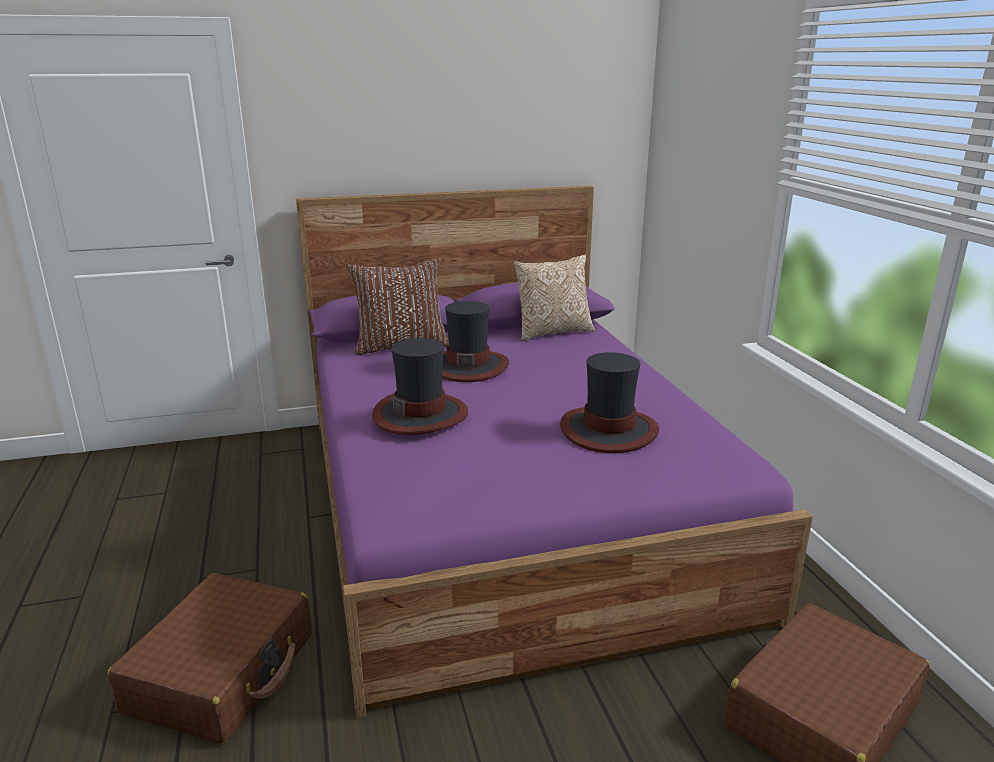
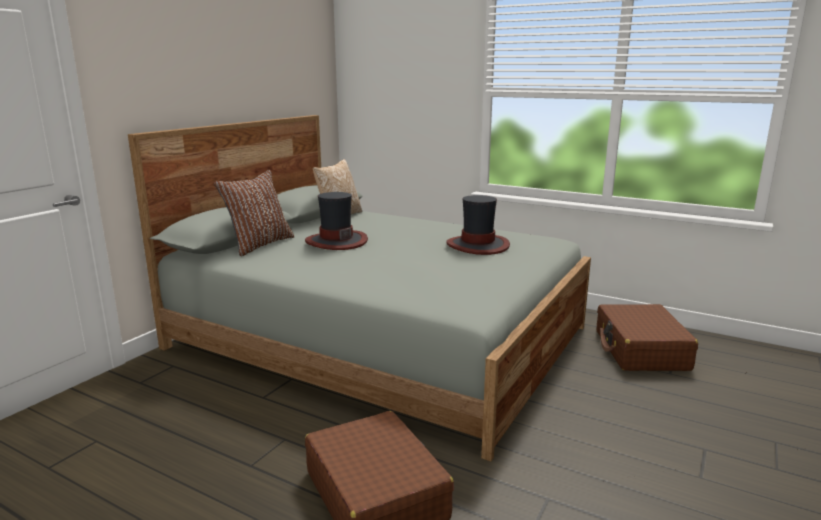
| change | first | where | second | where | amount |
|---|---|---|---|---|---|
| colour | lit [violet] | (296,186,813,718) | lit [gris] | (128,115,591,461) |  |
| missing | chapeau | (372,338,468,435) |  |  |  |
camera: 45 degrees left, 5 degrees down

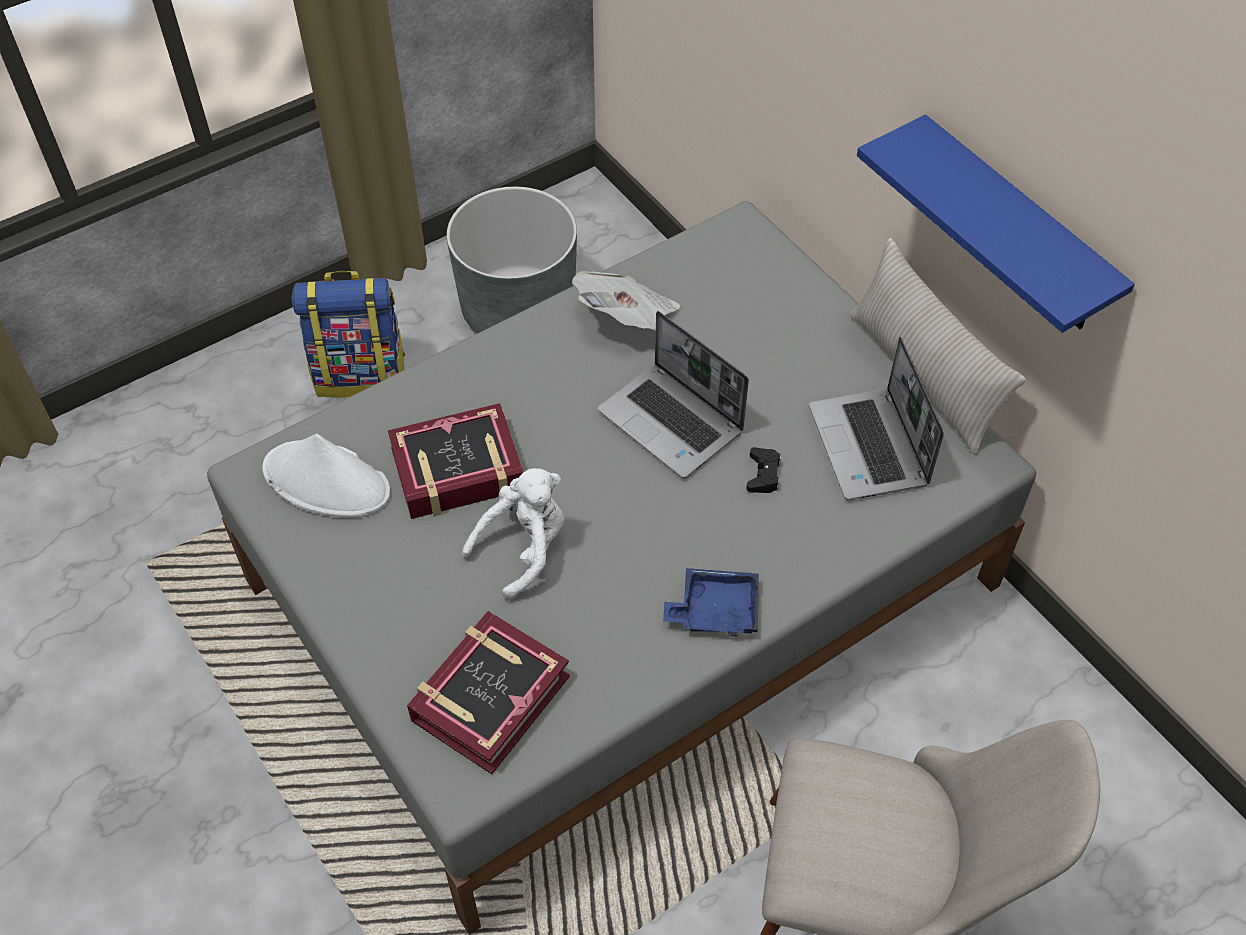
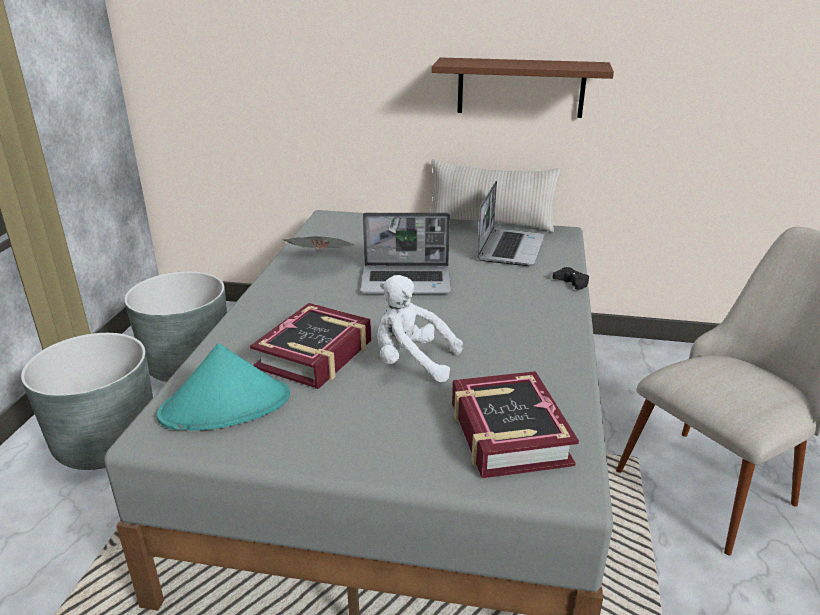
| change | first | where | second | where | amount |
|---|---|---|---|---|---|
| exchanged | sac à dos | (292,271,406,398) | cache-pot [gris] | (21,333,153,470) |  |
| colour | chapeau [blanc] | (262,434,390,518) | chapeau [turquoise] | (157,343,290,431) |  |
| spun | peluche [blanc] | (462,468,564,600) |  | (377,275,463,382) | 75 degrees counterclockwise |
| colour | étagère [bleu] | (857,114,1135,333) | étagère [marron] | (432,57,614,118) |  |
| spun | ordinateur portable | (809,337,944,500) |  | (477,181,545,266) | 105 degrees counterclockwise |
| relocated | manette [noir] | (746,447,781,493) |  | (552,267,589,290) |  |
| missing | plateau [bleu] | (663,568,759,636) |  |  |  |
camera: 45 degrees left, 25 degrees down

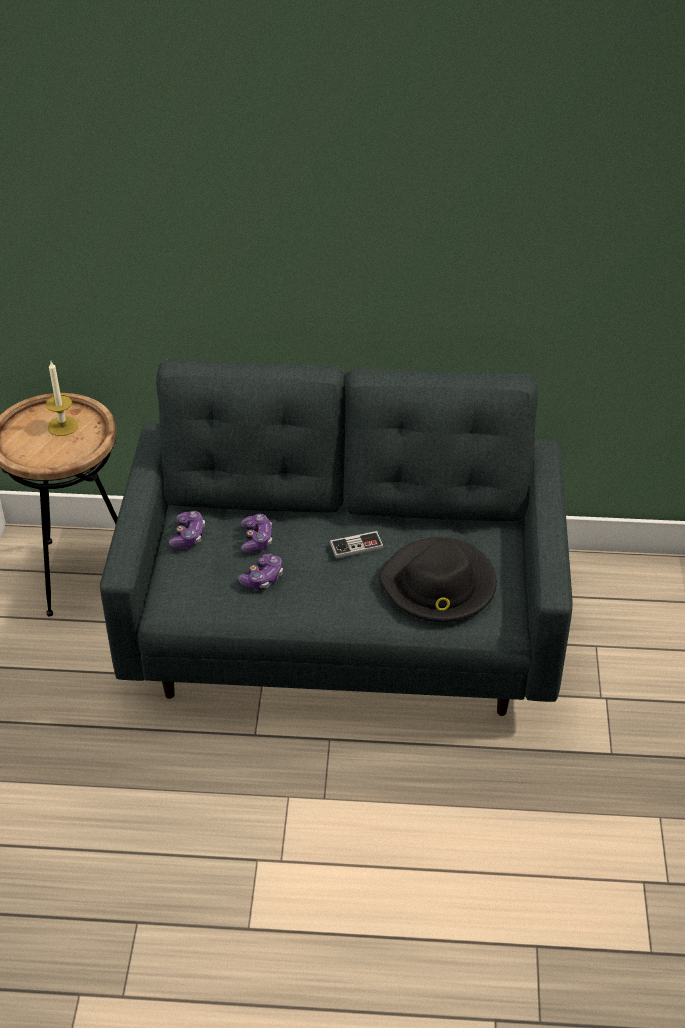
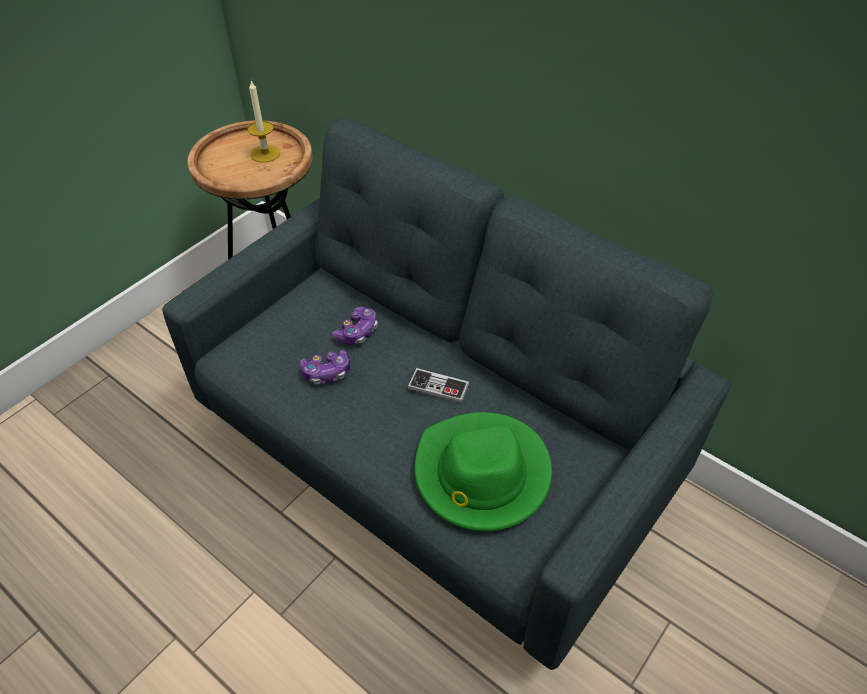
| change | first | where | second | where | amount |
|---|---|---|---|---|---|
| colour | chapeau [noir] | (379,537,497,622) | chapeau [vert] | (414,412,552,531) |  |
| missing | manette | (169,511,205,548) |  |  |  |
camera: 35 degrees right, 5 degrees up

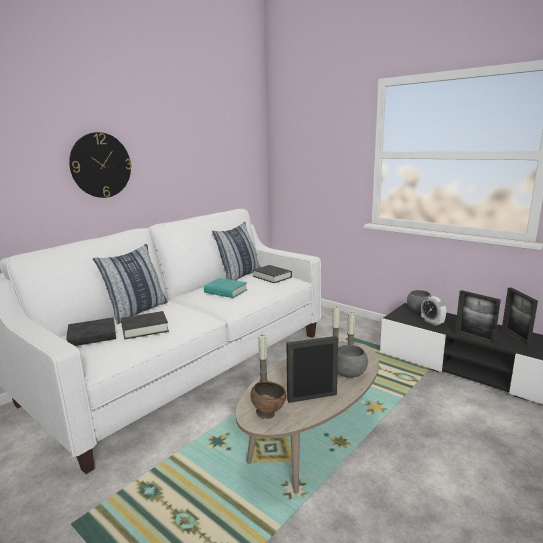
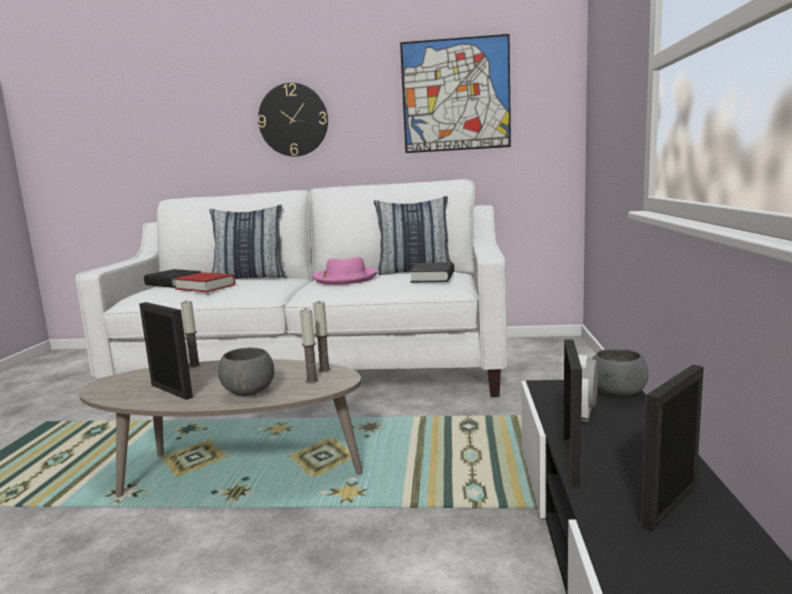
| change | first | where | second | where | amount |
|---|---|---|---|---|---|
| colour | livre [noir] | (121,311,169,339) | livre [rouge] | (174,272,235,292) |  |
| exchanged | livre [turquoise] | (204,278,247,298) | chapeau [rose] | (313,257,378,285) |  |
| appeared |  |  | tableau | (400,34,511,153) |  |
| missing | bol [marron] | (251,381,286,419) |  |  |  |
camera: 55 degrees right, 5 degrees down

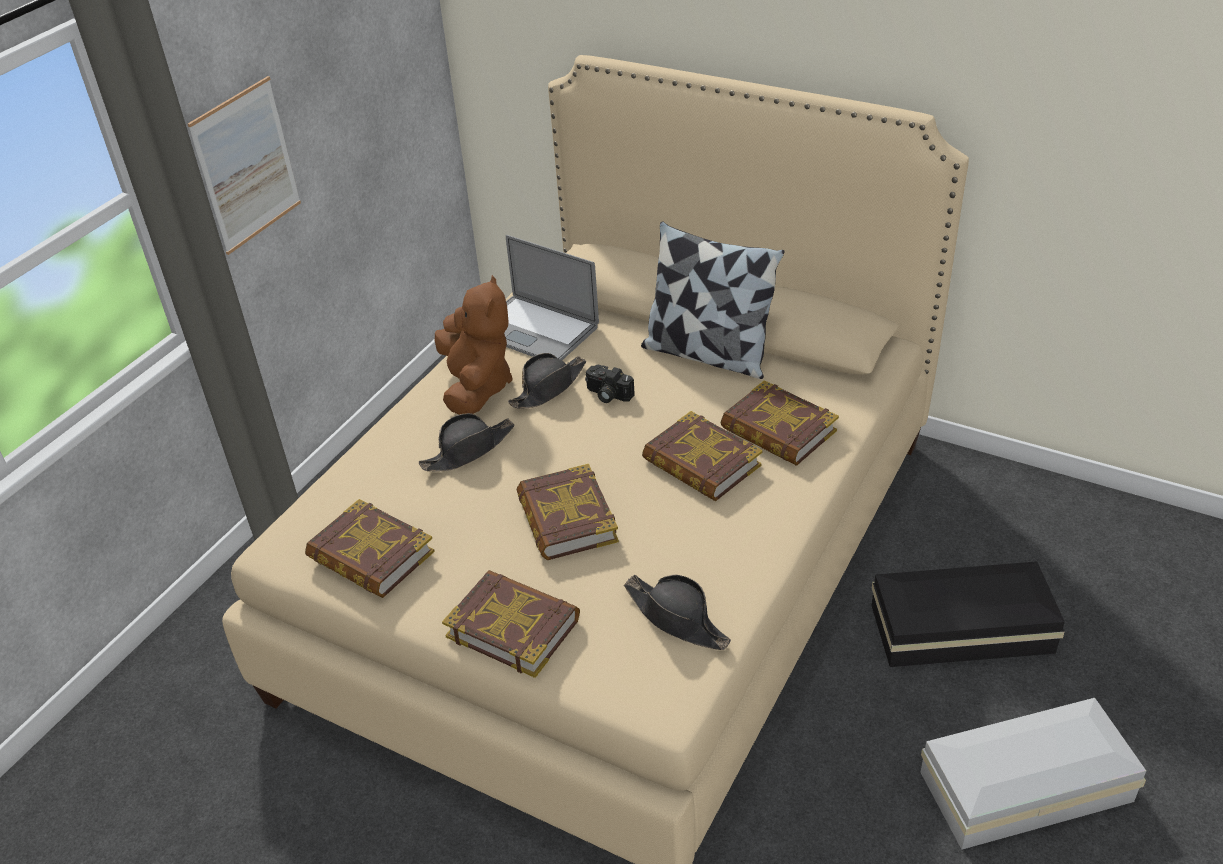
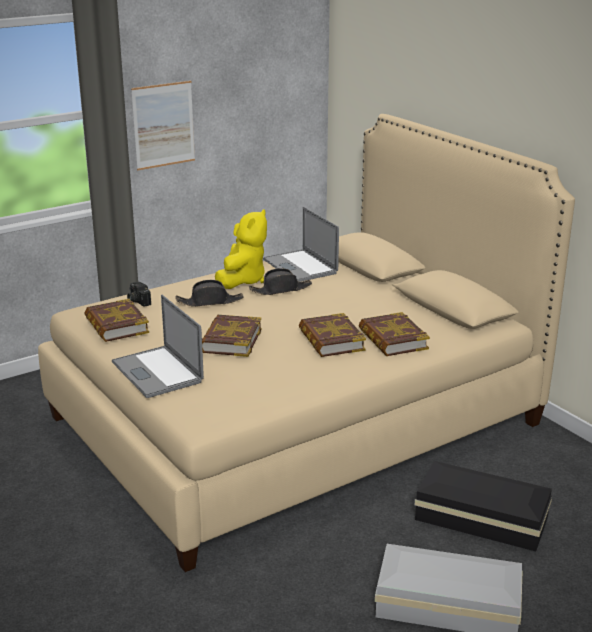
| change | first | where | second | where | amount |
|---|---|---|---|---|---|
| exchanged | livre | (442,570,580,678) | ordinateur portable | (112,295,204,398) |  |
| relocated | appareil photo | (585,365,635,403) |  | (127,282,151,307) |  |
| colour | peluche [marron] | (435,275,513,415) | peluche [jaune] | (215,209,267,289) |  |
| missing | chapeau [noir] | (624,574,731,650) |  |  |  |
| missing | coussin | (641,221,785,379) |  |  |  |
camera: 25 degrees right, 15 degrees down

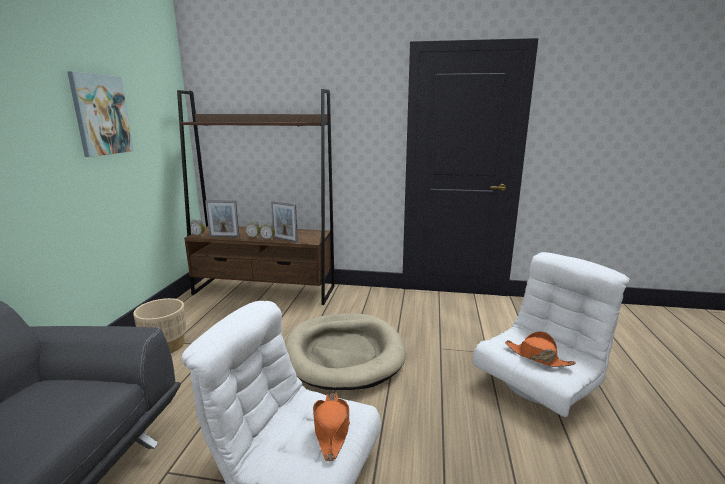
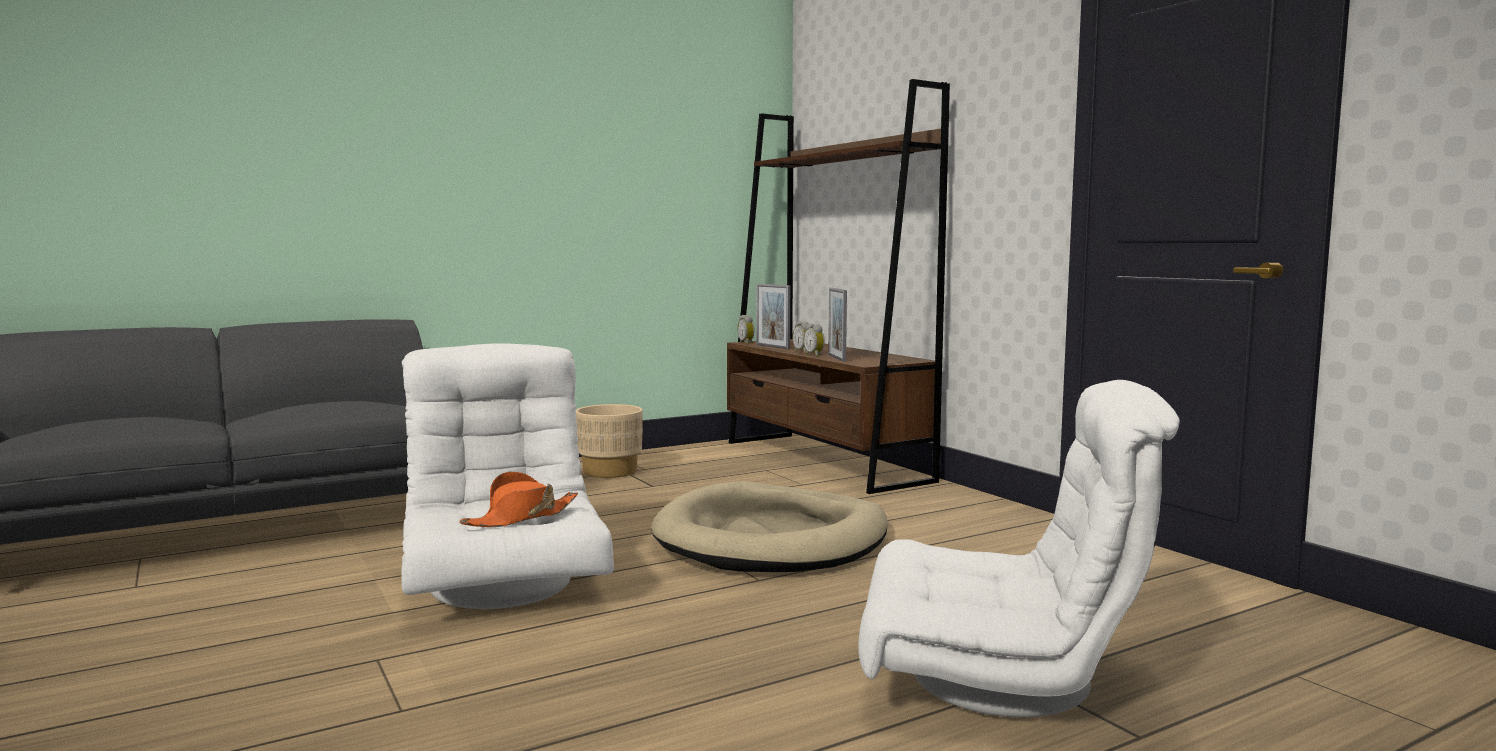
| change | first | where | second | where | amount |
|---|---|---|---|---|---|
| missing | tableau | (67,71,134,157) |  |  |  |
| missing | chapeau [orange] | (505,331,576,367) |  |  |  |
camera: 50 degrees right, 10 degrees down

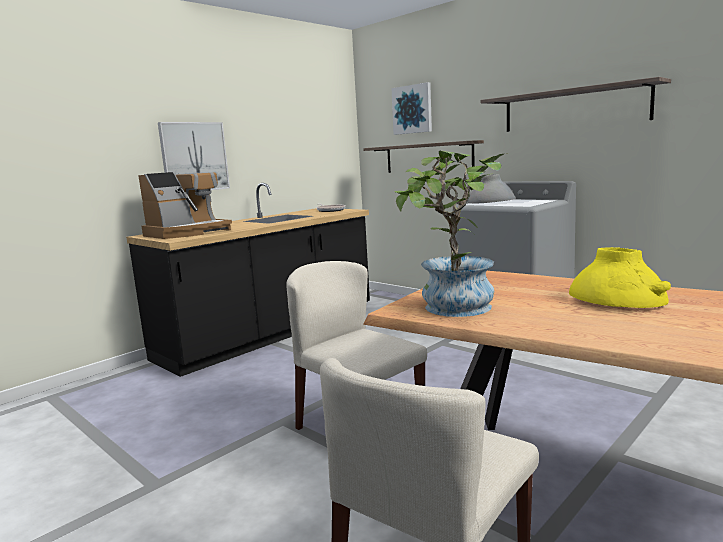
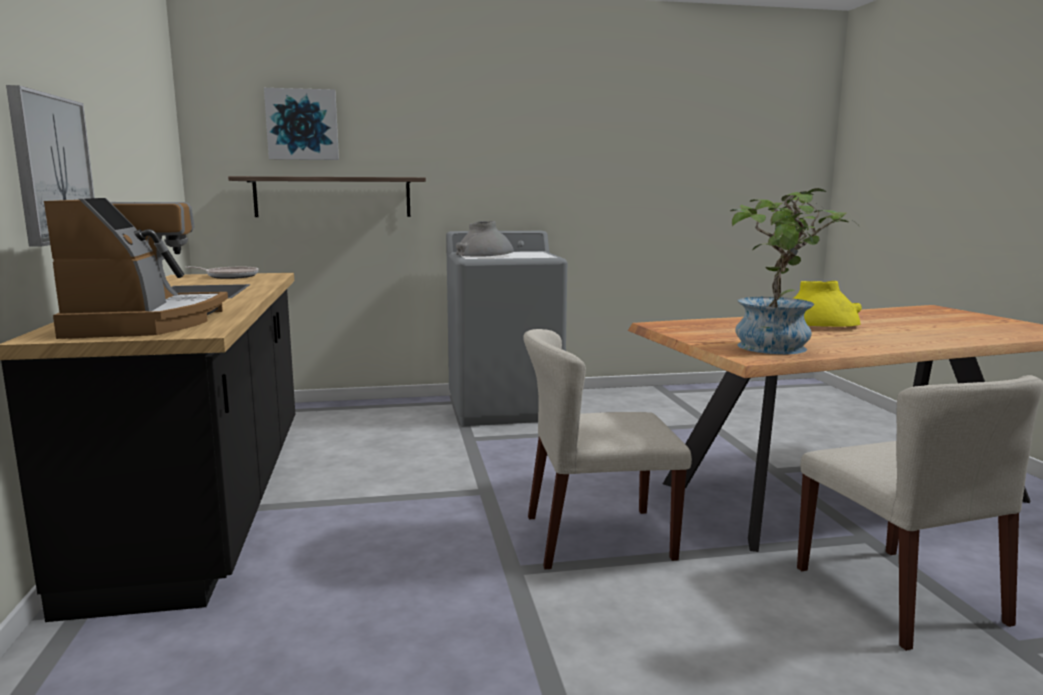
| change | first | where | second | where | amount |
|---|---|---|---|---|---|
| missing | étagère | (480,77,671,132) |  |  |  |
camera: 55 degrees left, 0 degrees up

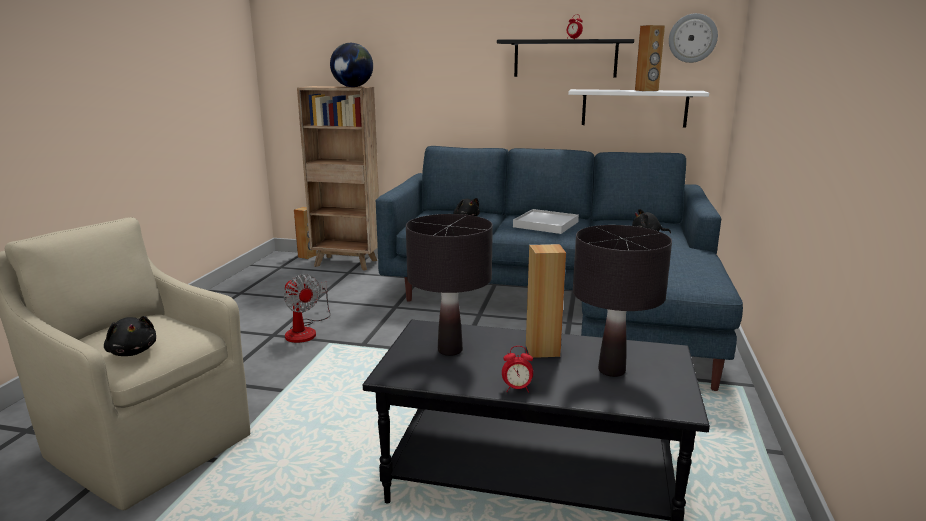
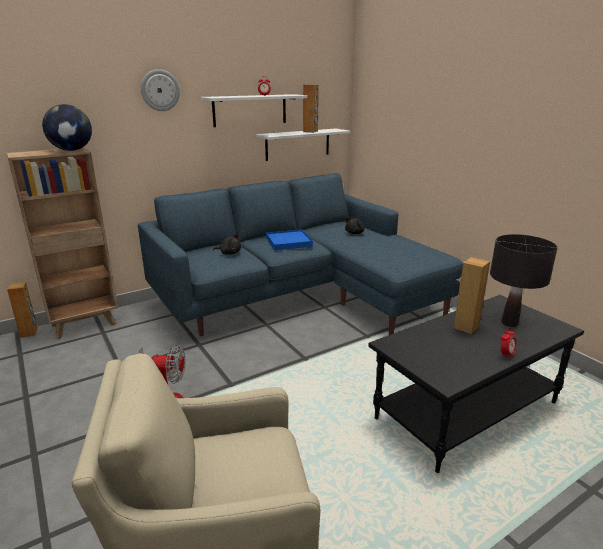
| change | first | where | second | where | amount |
|---|---|---|---|---|---|
| relocated | horloge murale | (669,13,718,63) |  | (141,69,180,111) |  |
| colour | étagère [noir] | (497,39,634,77) | étagère [blanc] | (201,94,307,127) |  |
| colour | plateau [blanc] | (513,209,579,234) | plateau [bleu] | (266,229,313,250) |  |
| missing | peluche [noir] | (104,316,156,356) |  |  |  |
| missing | lampe de table [noir] | (406,214,493,356) |  |  |  |
camera: 45 degrees left, 5 degrees up

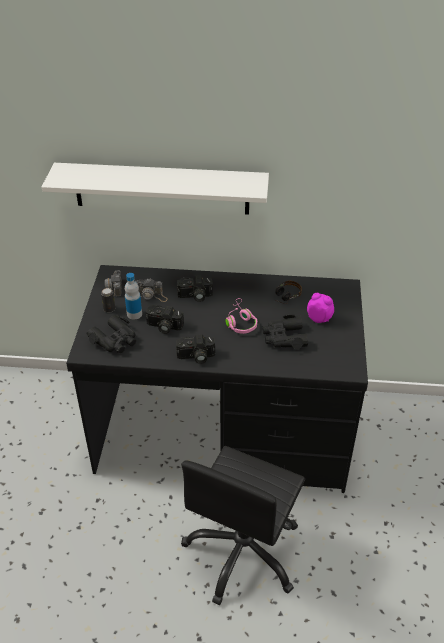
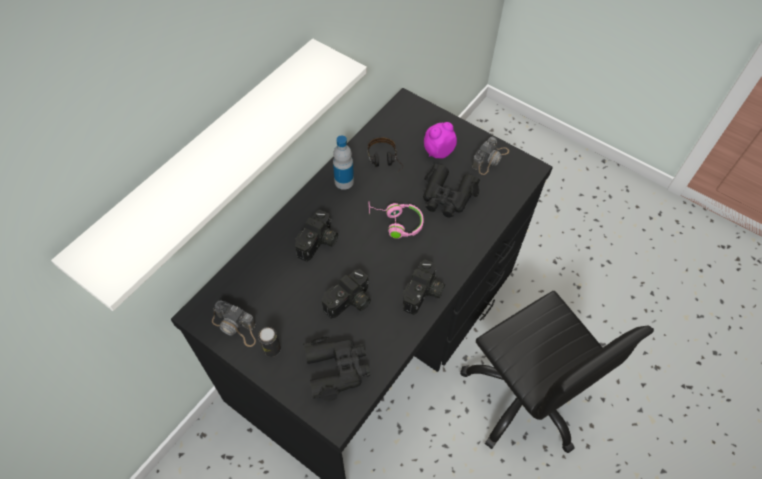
| change | first | where | second | where | amount |
|---|---|---|---|---|---|
| relocated | bouteille | (125,273,142,320) |  | (333,136,354,190) |  |
| relocated | appareil photo | (135,278,168,302) |  | (472,136,509,175) |  |
camera: 60 degrees left, 15 degrees up

